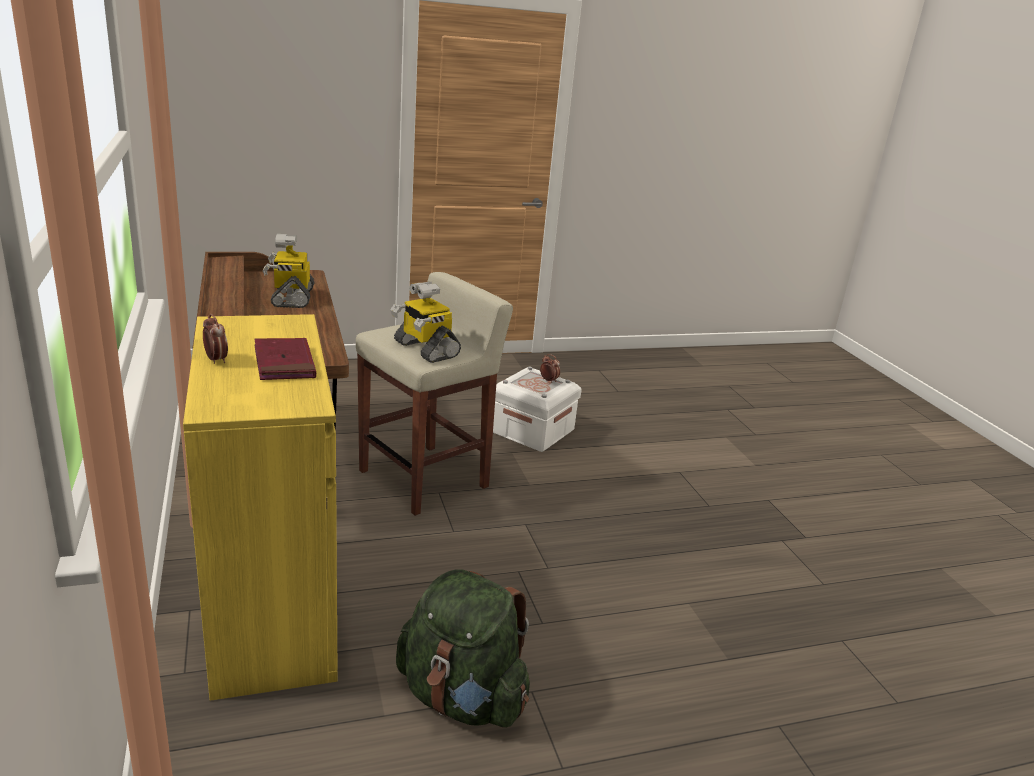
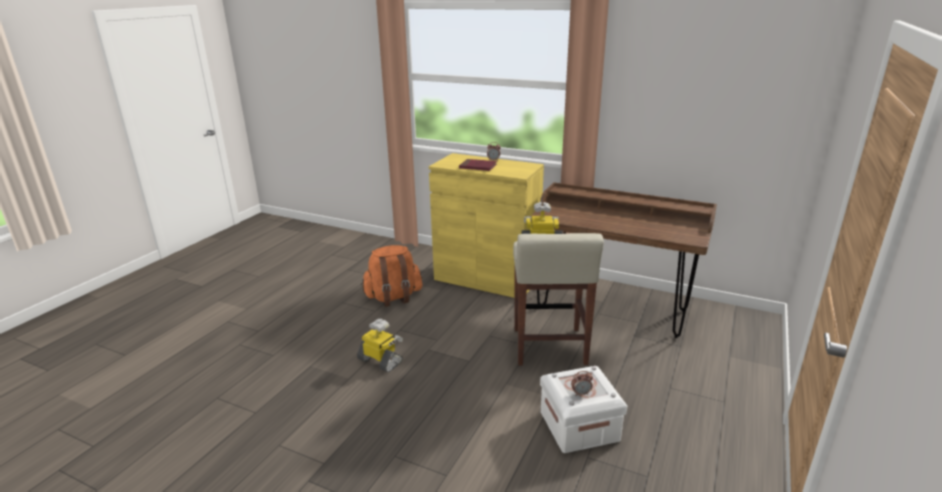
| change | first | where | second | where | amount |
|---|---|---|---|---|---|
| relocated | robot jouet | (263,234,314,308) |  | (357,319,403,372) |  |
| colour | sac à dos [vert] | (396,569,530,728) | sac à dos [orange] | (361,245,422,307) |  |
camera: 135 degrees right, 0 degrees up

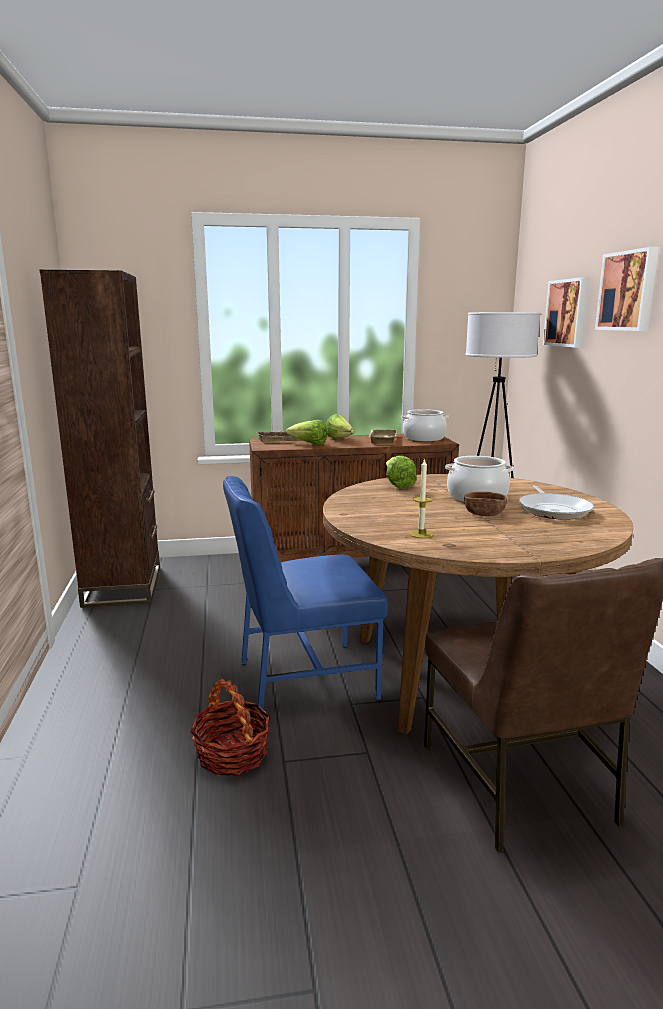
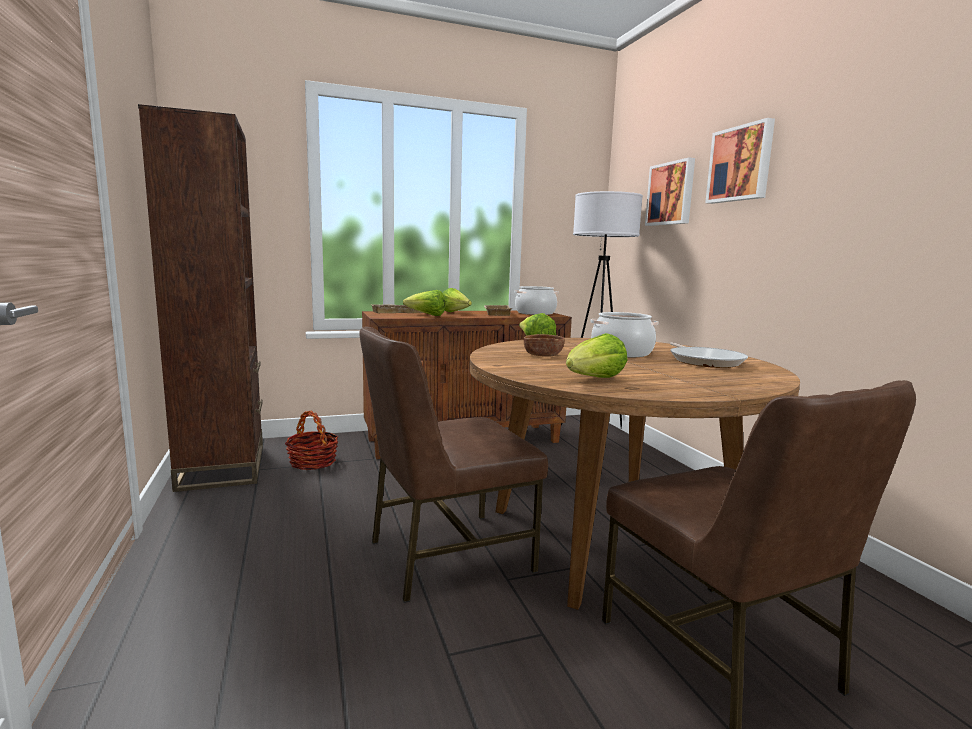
| change | first | where | second | where | amount |
|---|---|---|---|---|---|
| relocated | panier | (190,678,271,776) |  | (285,411,338,470) |  |
| colour | chaise [bleu] | (223,476,388,717) | chaise [marron] | (359,327,548,603) |  |
| relocated | bol [marron] | (464,491,507,516) |  | (524,334,565,357) |  |
| exchanged | bougie | (409,458,433,538) | laitue | (566,333,628,378) |  |
camera: 10 degrees left, 5 degrees down

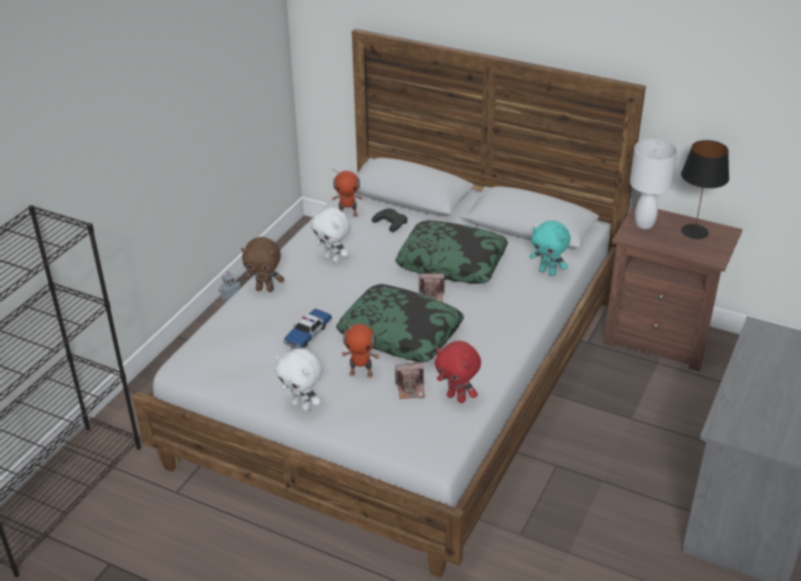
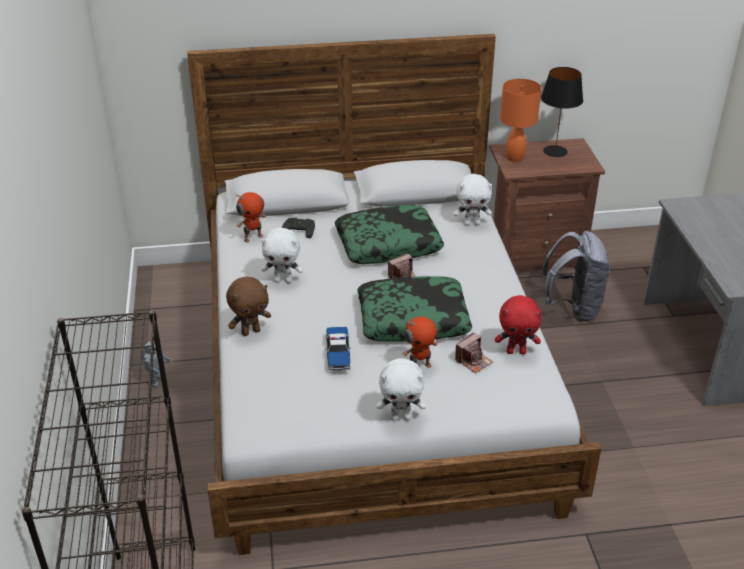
| change | first | where | second | where | amount |
|---|---|---|---|---|---|
| colour | peluche [turquoise] | (530,220,570,276) | peluche [blanc] | (454,174,492,226) |  |
| colour | lampe de table [blanc] | (630,139,677,229) | lampe de table [orange] | (500,79,541,162) |  |
| appeared |  |  | sac à dos [gris] | (541,231,610,322) |  |
camera: 35 degrees left, 0 degrees up

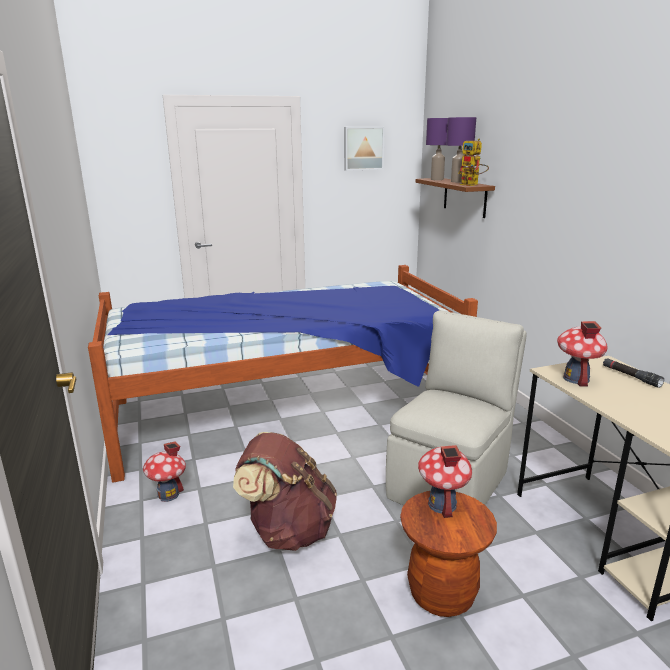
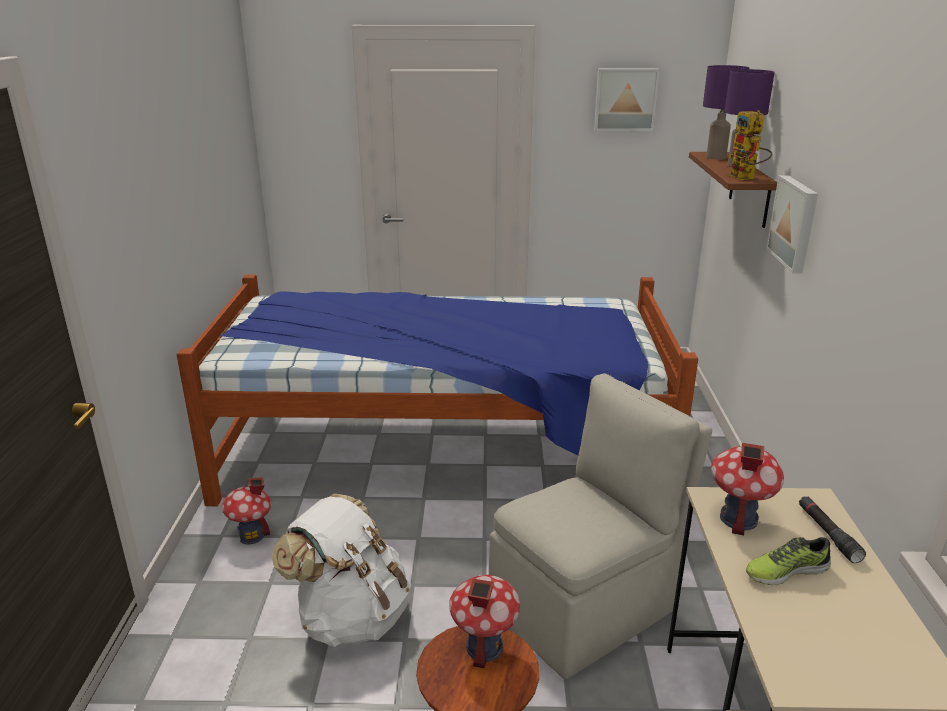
| change | first | where | second | where | amount |
|---|---|---|---|---|---|
| colour | sac à dos [marron] | (233,432,337,551) | sac à dos [blanc] | (271,494,411,647) |  |
| appeared |  |  | chaussure | (746,537,831,585) |  |
| appeared |  |  | tableau | (766,175,818,273) |  |
camera: 20 degrees right, 5 degrees up

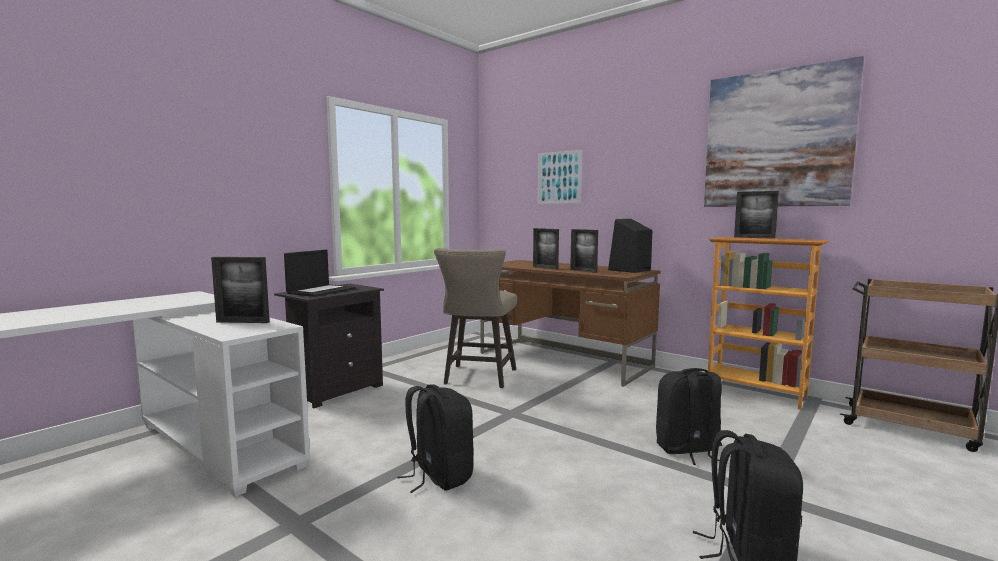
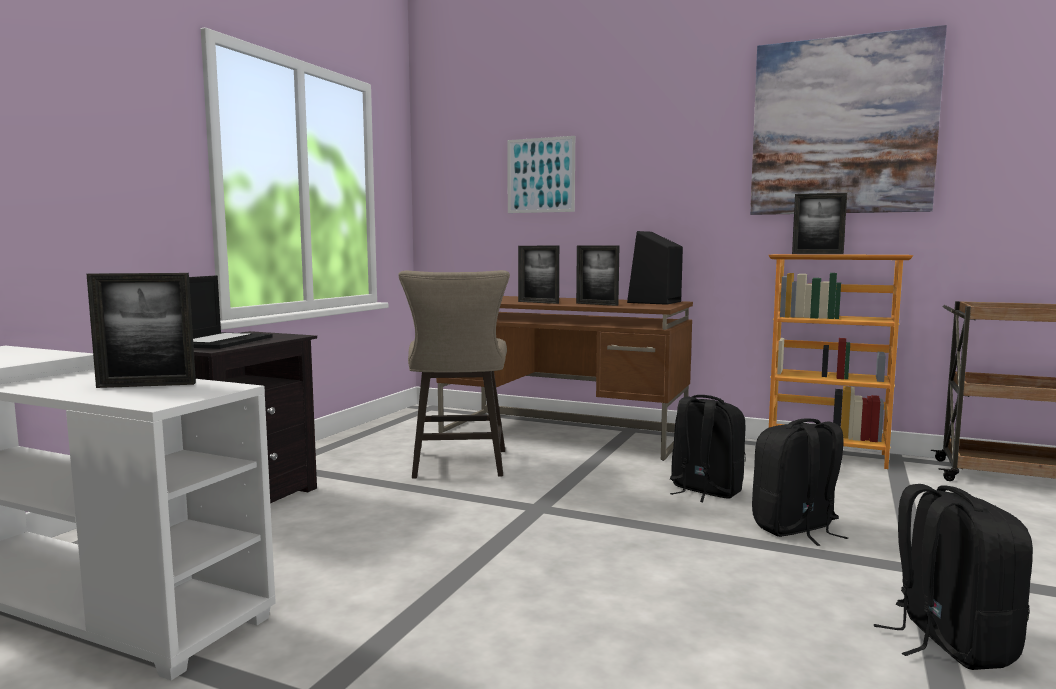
| change | first | where | second | where | amount |
|---|---|---|---|---|---|
| relocated | sac à dos [noir] | (397,384,474,493) |  | (670,395,746,502) |  |
camera: 15 degrees left, 0 degrees up

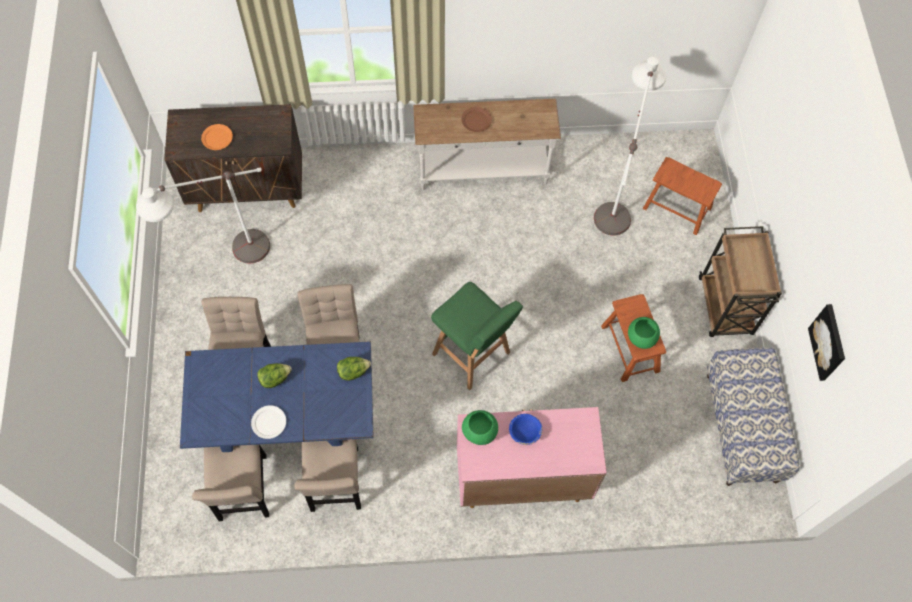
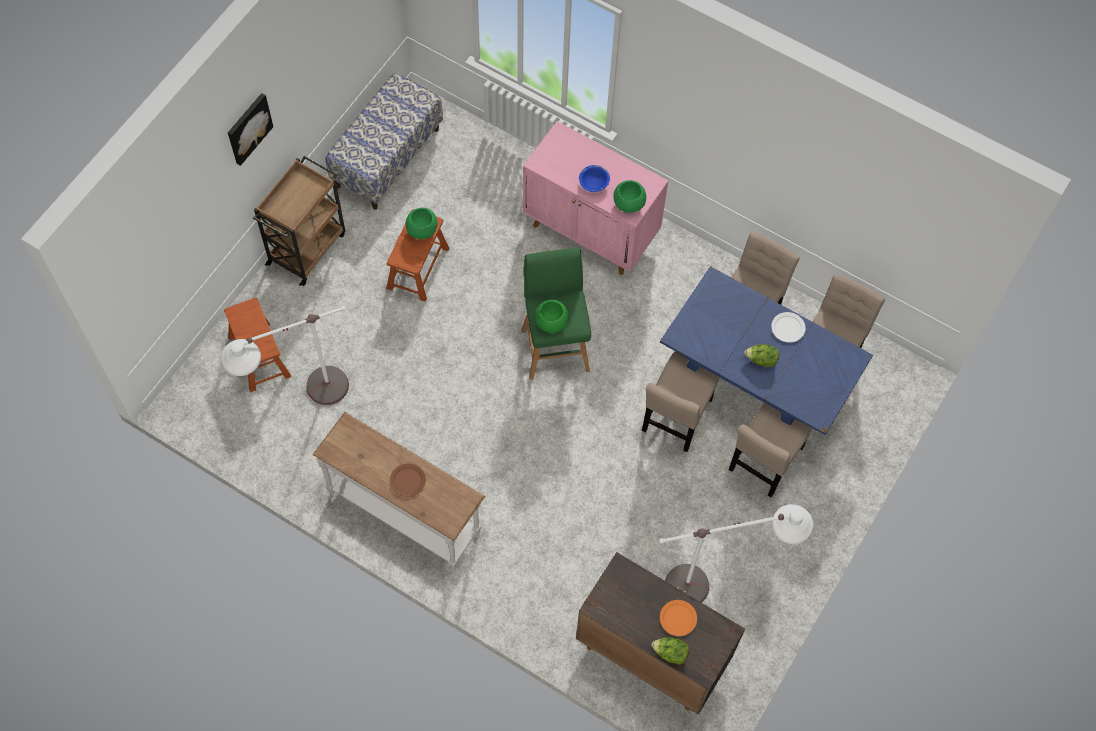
| change | first | where | second | where | amount |
|---|---|---|---|---|---|
| relocated | tableau | (808,304,845,381) |  | (228,93,273,166) |  |
| appeared |  |  | bol [vert] | (535,300,569,333) |  |
| relocated | laitue | (337,357,371,381) |  | (652,637,689,665) |  |
camera: 145 degrees left, 0 degrees up

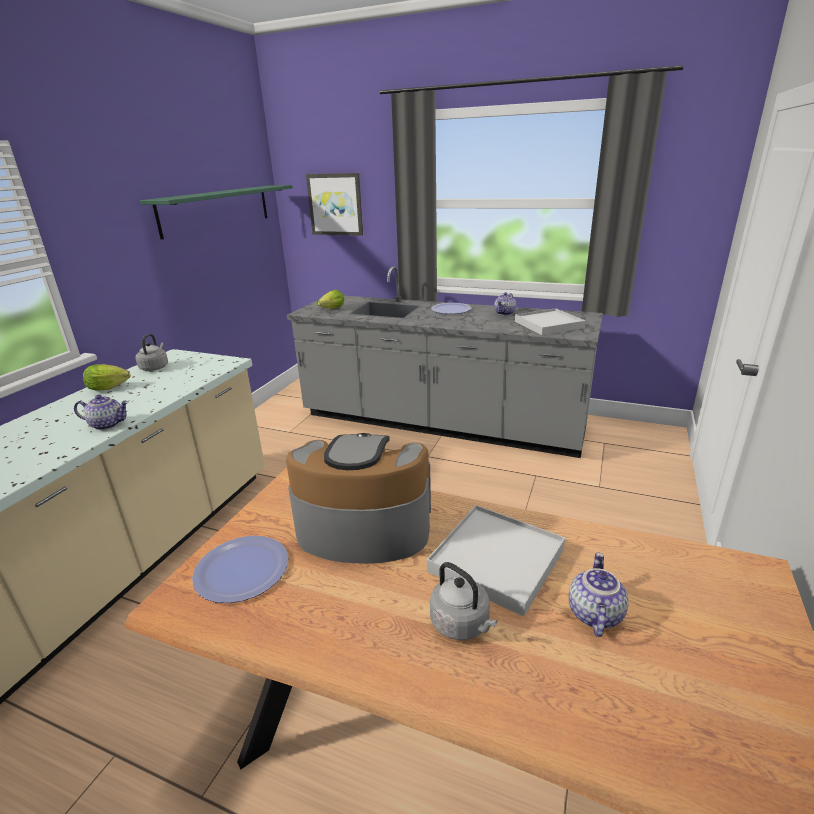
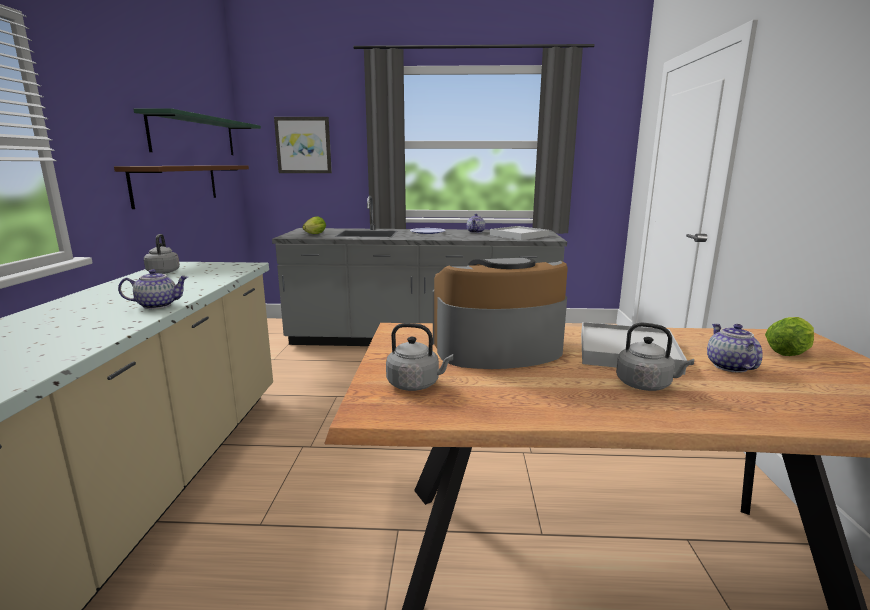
| change | first | where | second | where | amount |
|---|---|---|---|---|---|
| appeared |  |  | étagère [marron] | (114,165,249,209) |  |
| exchanged | assiette | (192,536,289,603) | bouilloire [gris] | (386,323,453,391) |  |
| relocated | laitue | (83,364,131,390) |  | (765,317,814,356) |  |
camera: 20 degrees left, 10 degrees down

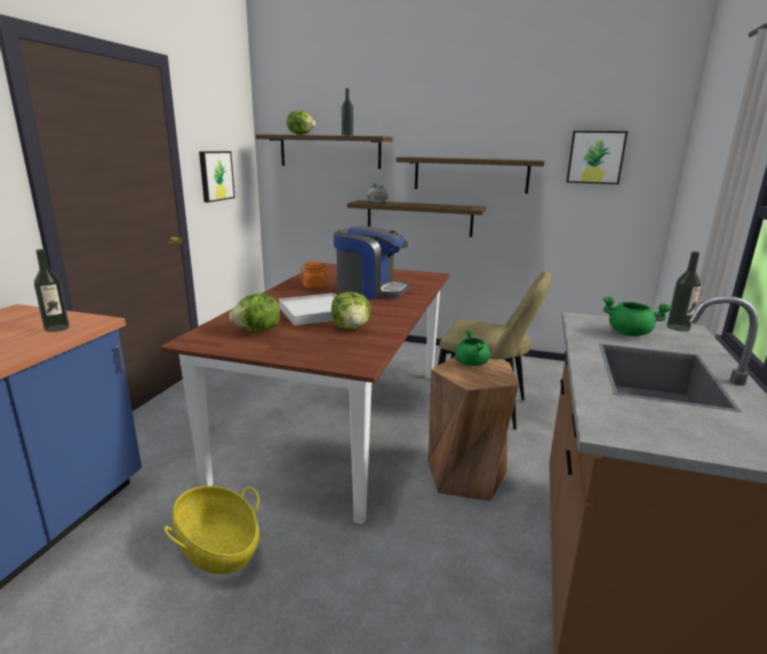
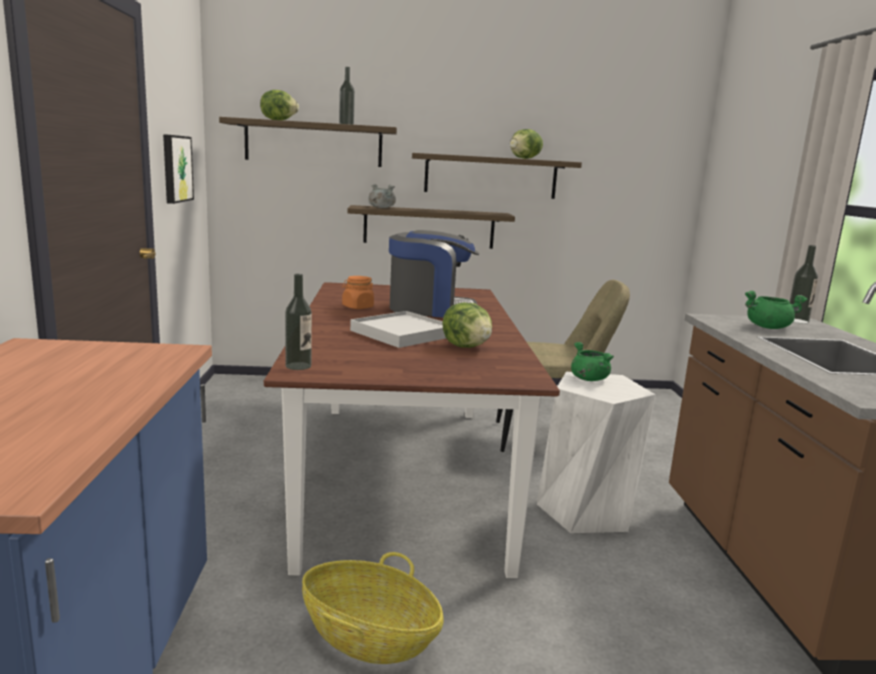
| change | first | where | second | where | amount |
|---|---|---|---|---|---|
| relocated | bouteille | (34,249,69,332) |  | (285,274,312,370) |  |
| relocated | laitue | (229,293,280,333) |  | (510,129,543,159) |  |
| colour | tabouret [marron] | (428,357,519,501) | tabouret [blanc] | (537,372,656,533) |  |
| missing | tableau | (566,131,628,184) |  |  |  |
camera: 20 degrees left, 5 degrees down

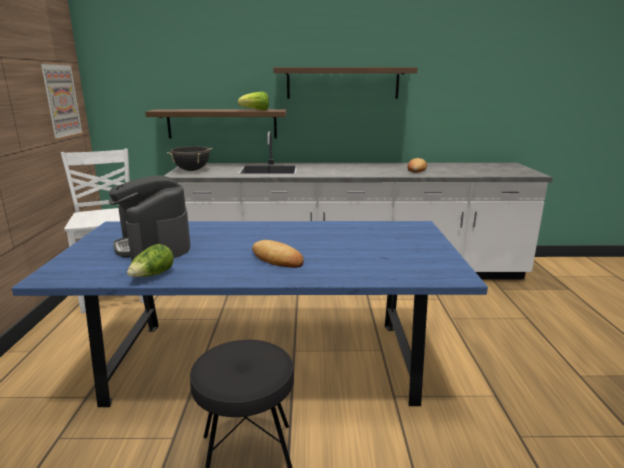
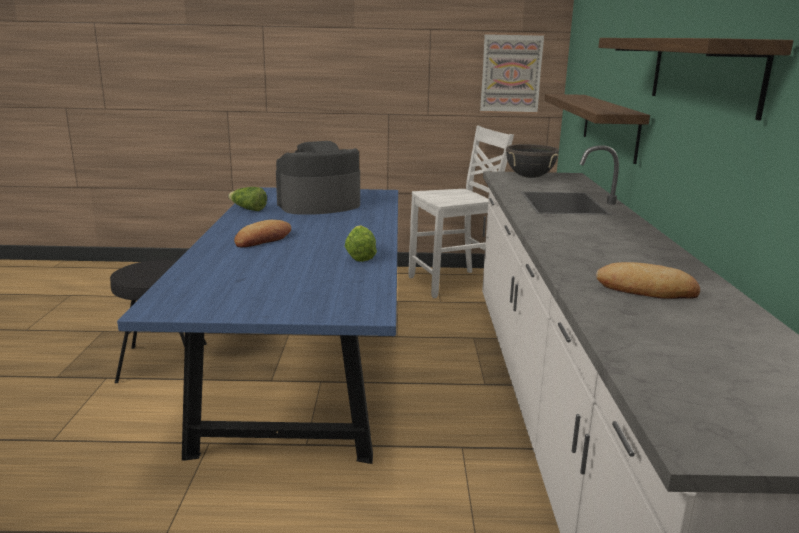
| change | first | where | second | where | amount |
|---|---|---|---|---|---|
| relocated | laitue | (238,91,269,110) |  | (345,225,377,262) |  |
camera: 90 degrees right, 0 degrees up

